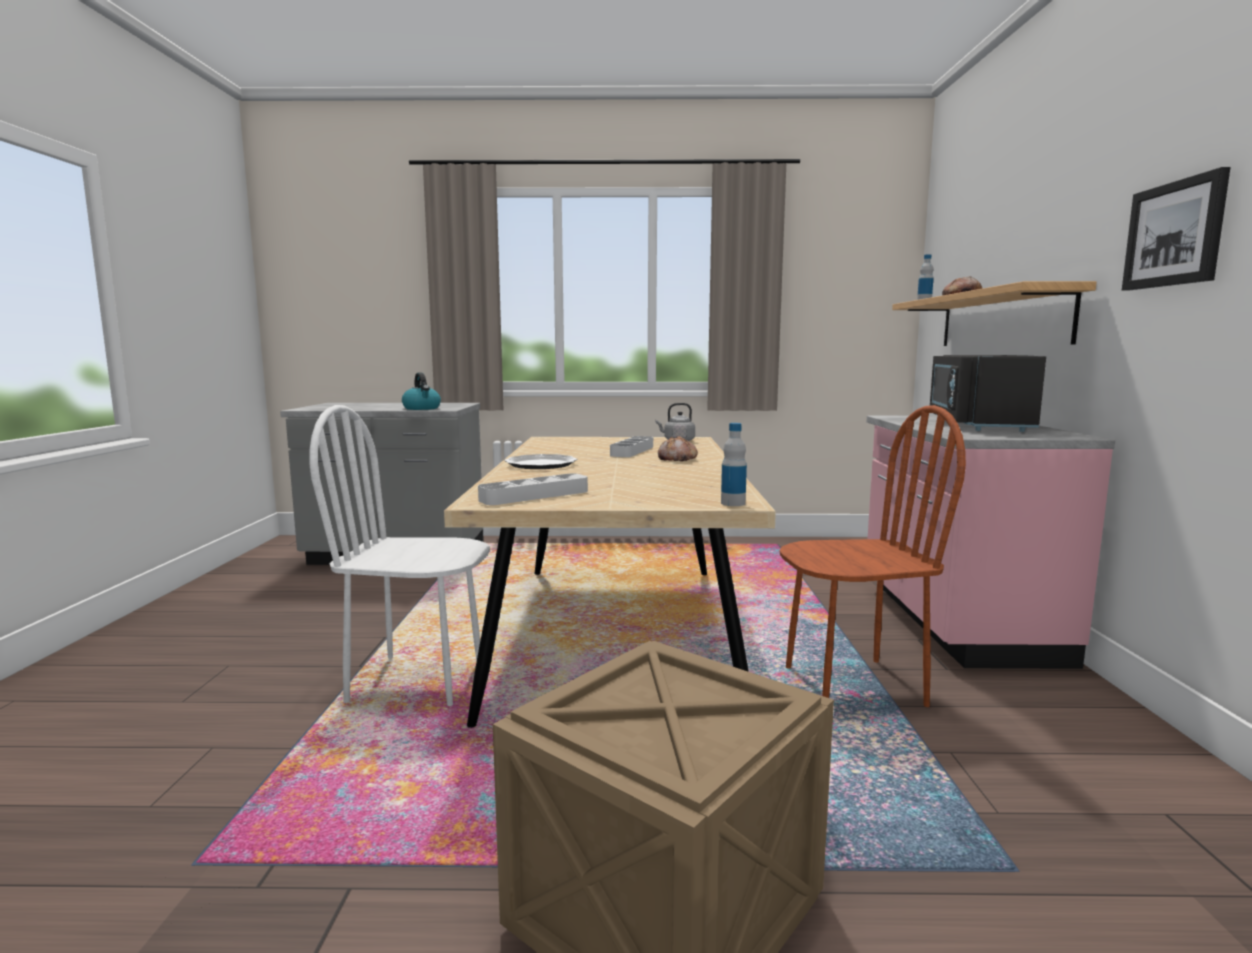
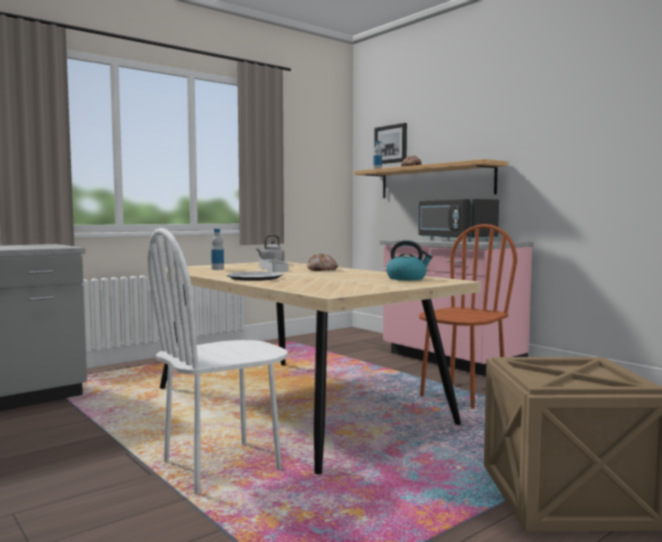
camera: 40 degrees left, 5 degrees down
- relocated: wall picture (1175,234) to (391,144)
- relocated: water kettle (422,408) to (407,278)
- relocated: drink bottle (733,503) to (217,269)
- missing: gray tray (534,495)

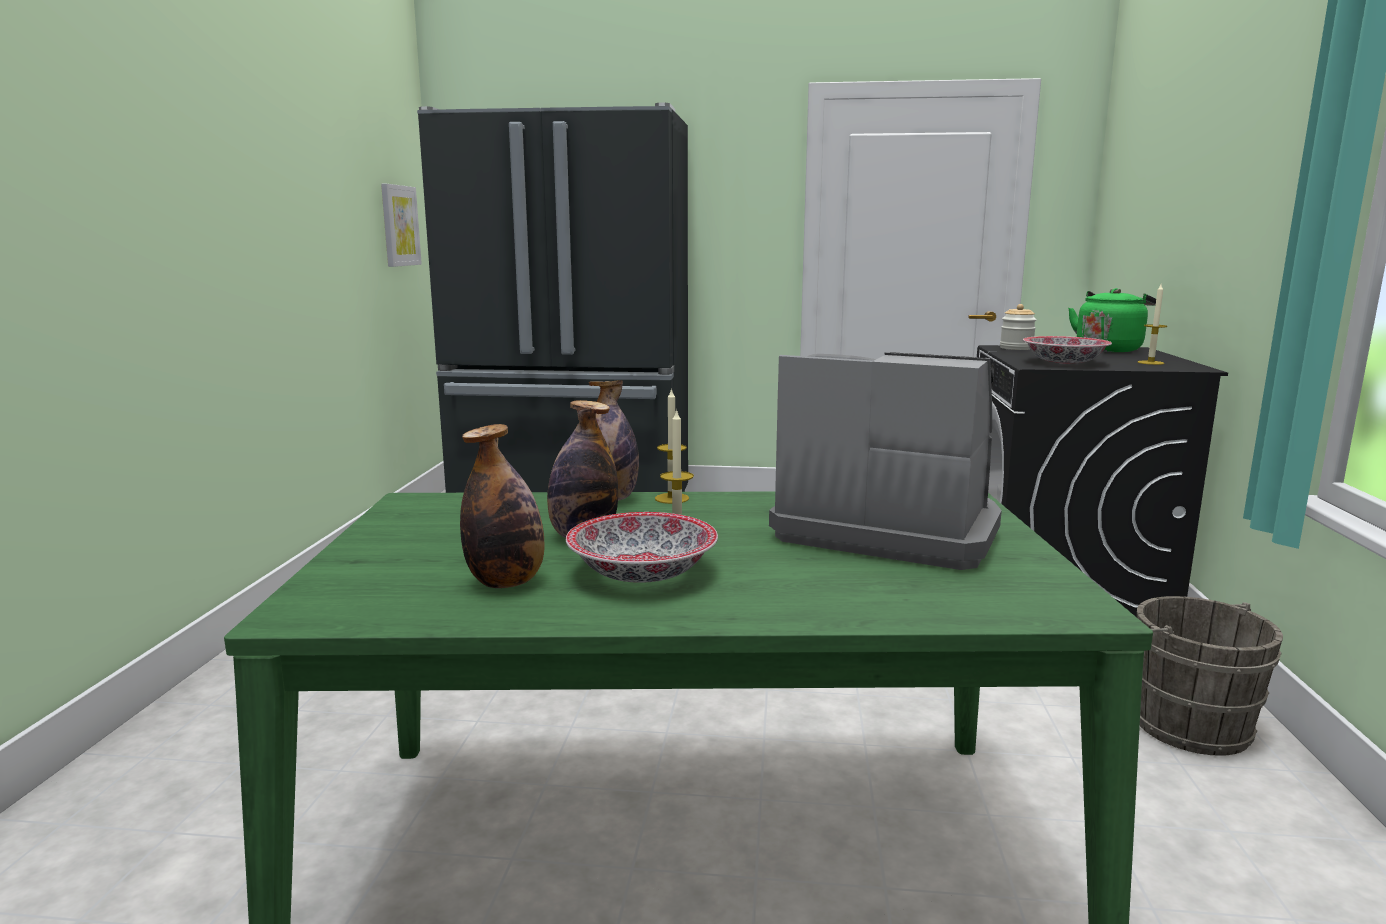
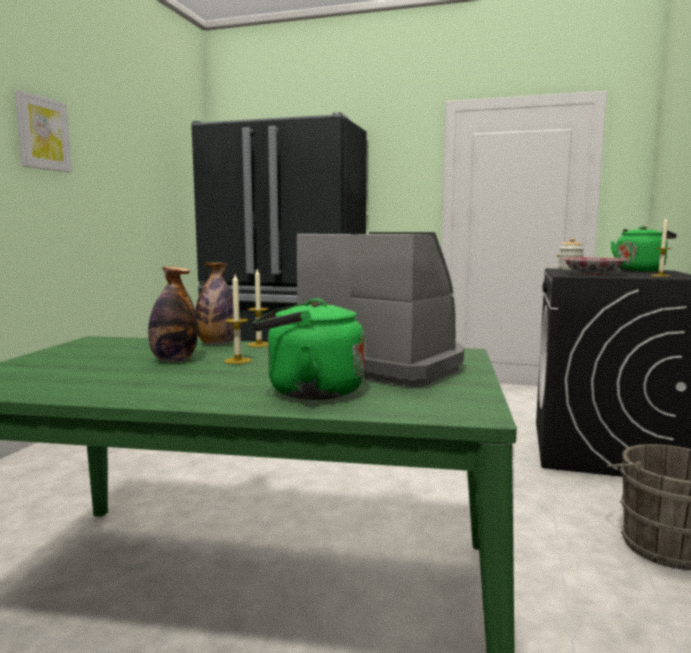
camera: 10 degrees right, 5 degrees down
- relocated: wall picture (399,226) to (42,133)
- missing: drink bottle (506,582)
- missing: bowl (641,573)
- appeared: green water kettle (309,391)

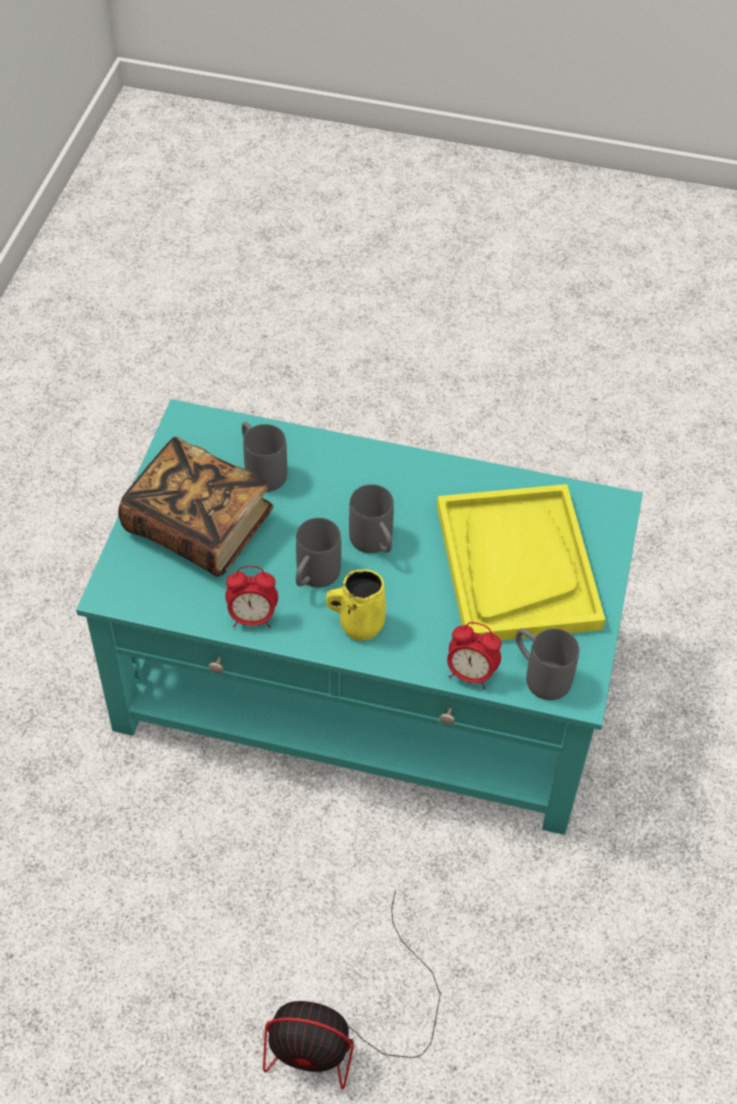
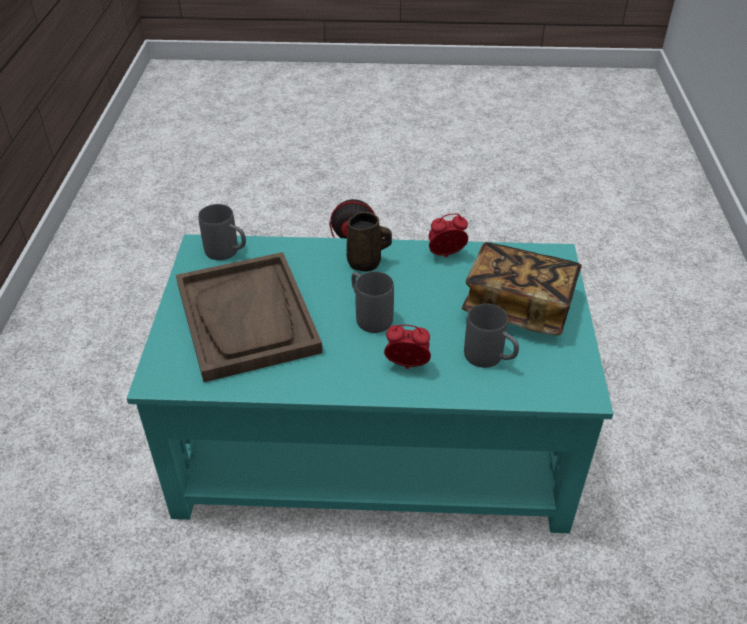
camera: 170 degrees right, 10 degrees down
- colour: yellowish tray (516,566) to brown tray (247,318)
- missing: gray mug (313,578)
- colour: yellowish mug (358,624) to brown mug (366,263)
- relocated: table clock (470,674) to (407,366)

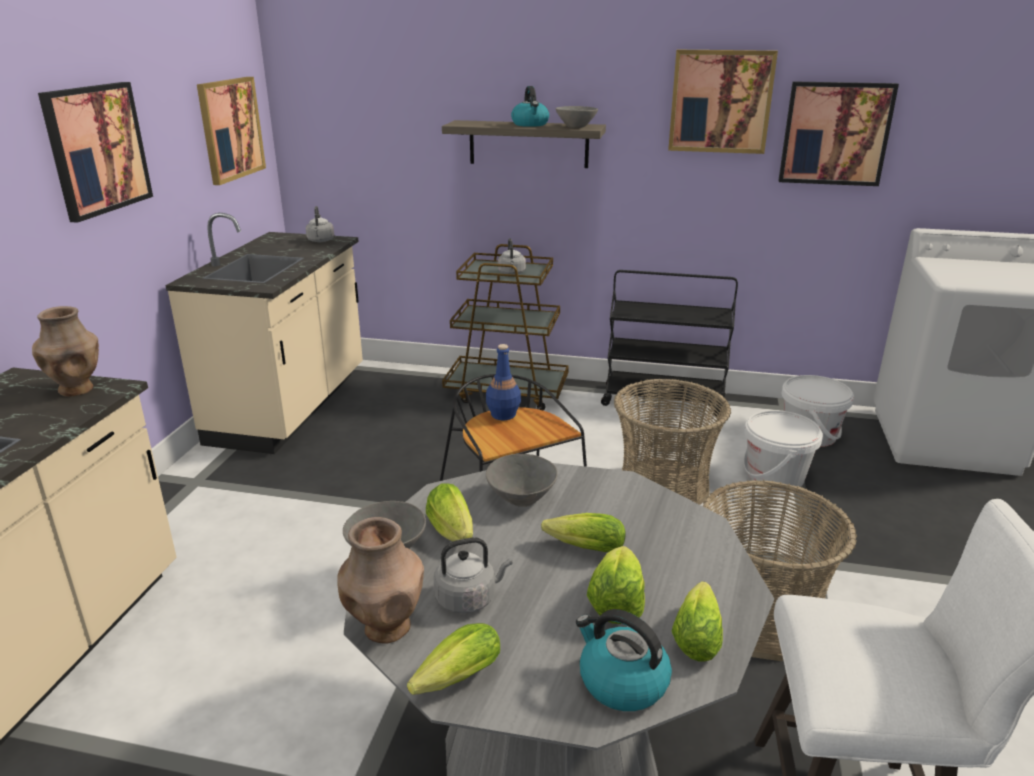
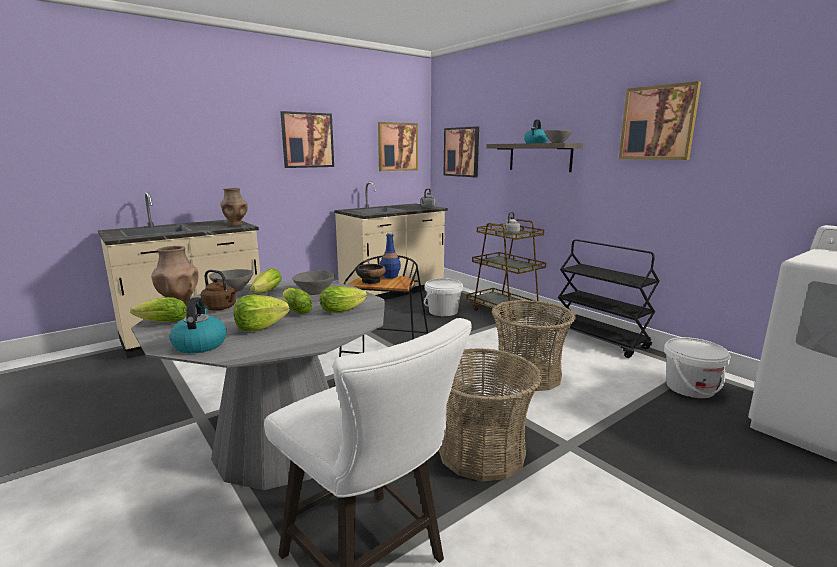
camera: 40 degrees right, 10 degrees down
- relocated: wall picture (835,133) to (461,152)
- relocated: white pail (775,476) to (443,311)
- colour: gray water kettle (469,598) to brown water kettle (221,308)
- relocated: lettuce (698,635) to (345,309)
- appeared: bowl (371,281)

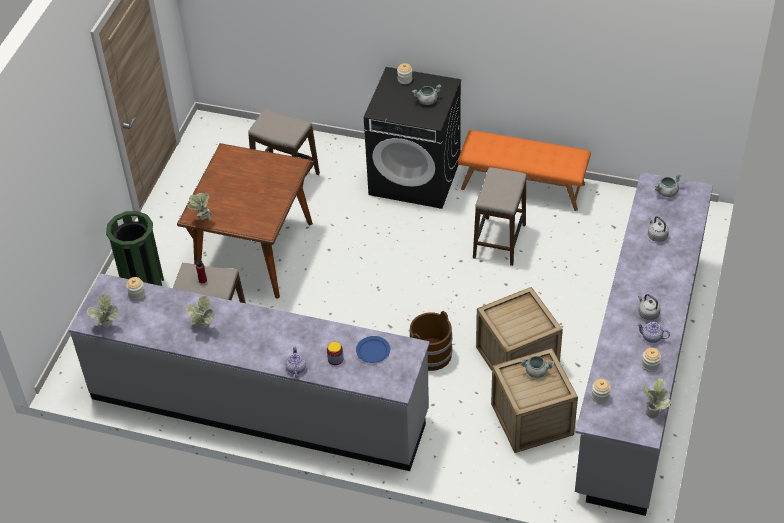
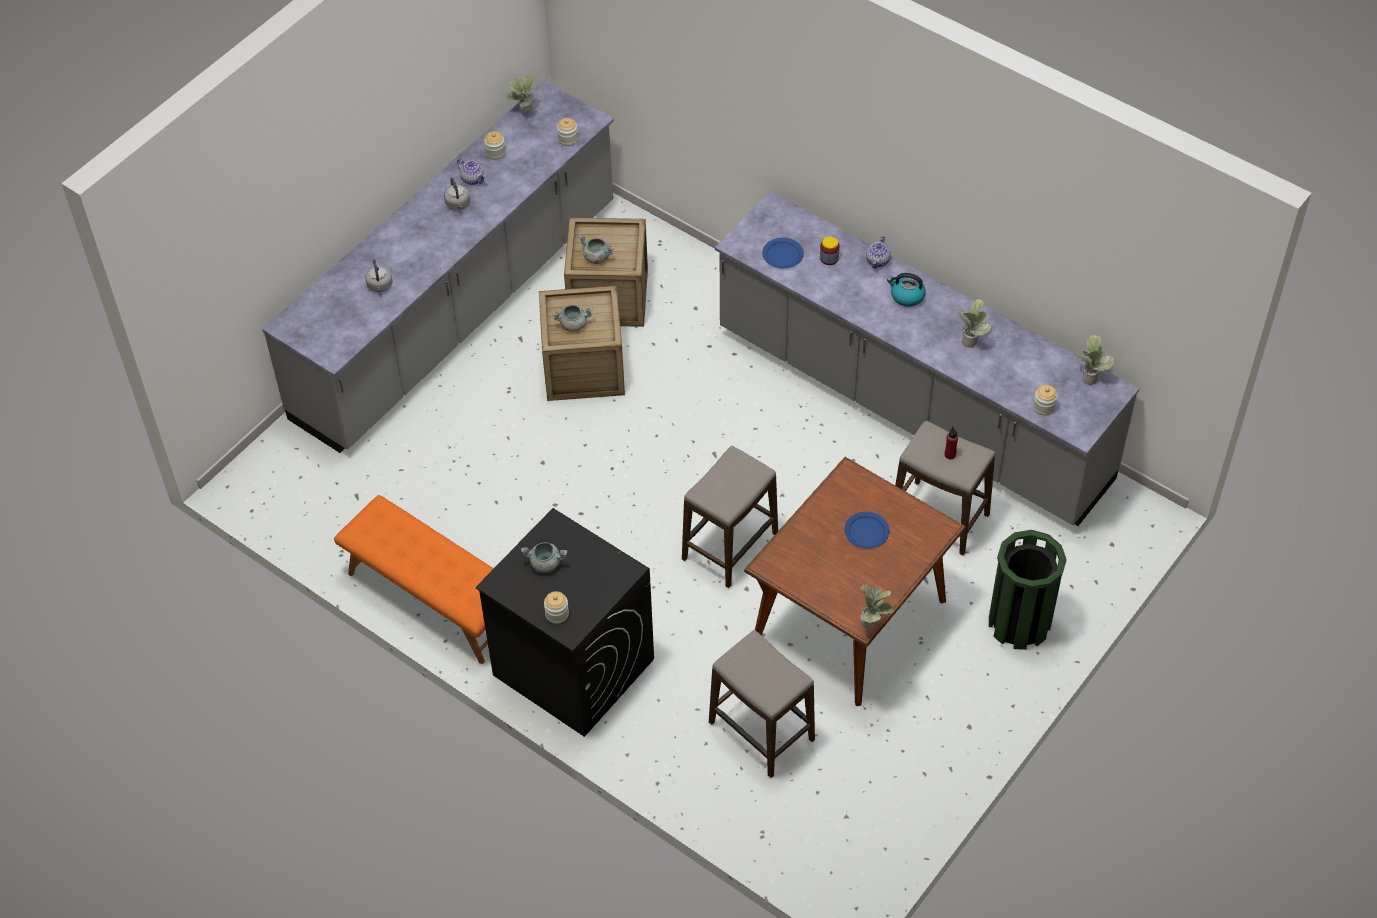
camera: 160 degrees left, 5 degrees up
- relocated: stool (499,241) to (729,546)
- relocated: gray cooking pot (666,192) to (573,324)
- relocated: plant in a pot (203,219) to (873,622)
- missing: brown pail (431,354)
- appeared: water kettle (906,296)
- appeared: bluish dinner plate (866,532)

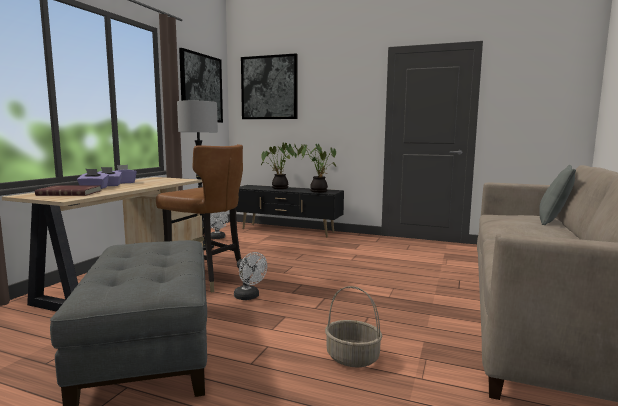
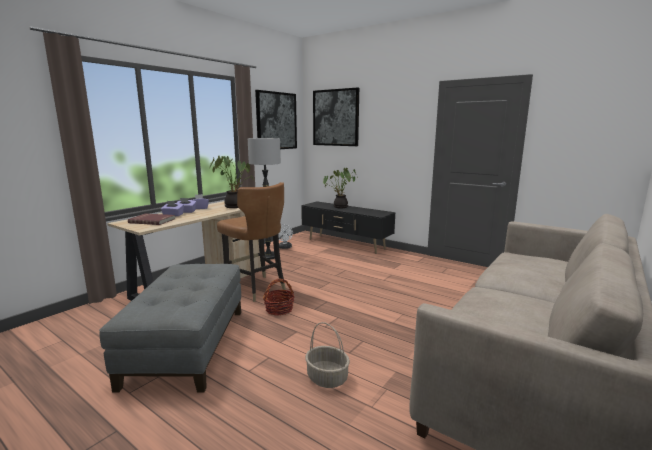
camera: 15 degrees right, 5 degrees up
- relocated: plant in a pot (318,191) to (234,206)
- missing: gray cushion (553,221)
- exchanged: white fan (249,297) to household basket (279,309)

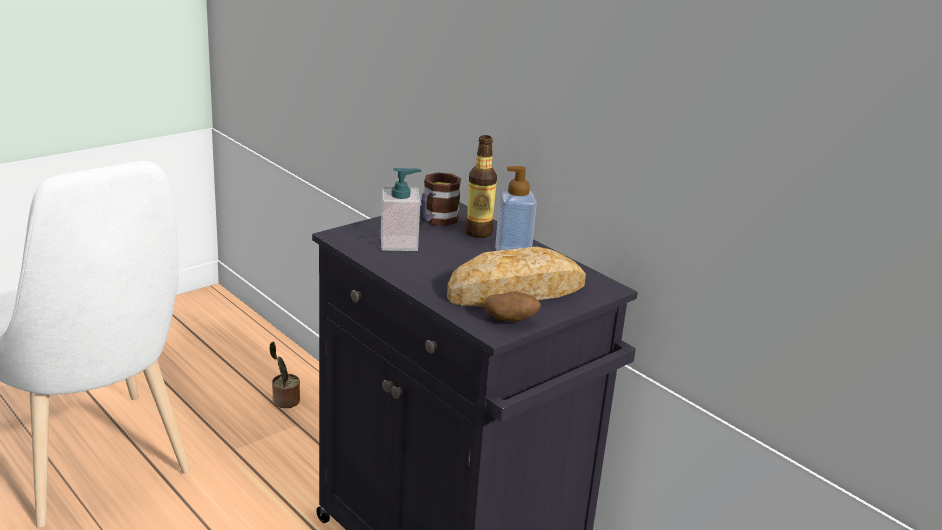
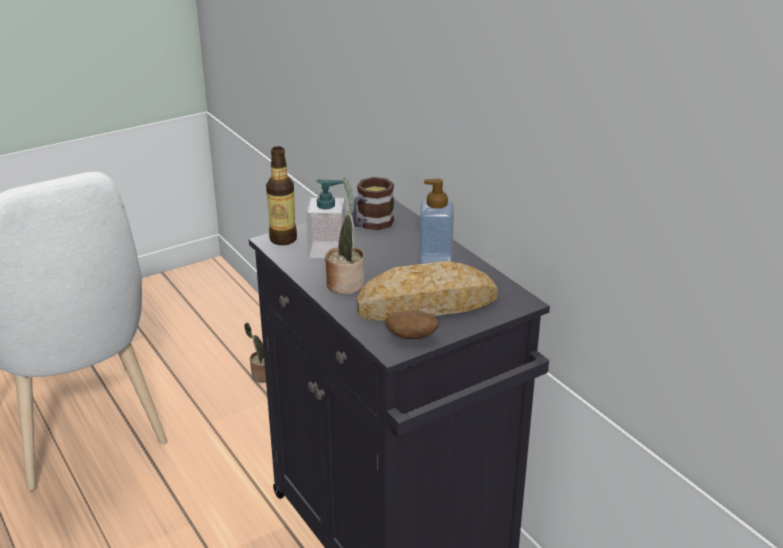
camera: 10 degrees right, 5 degrees up
- relocated: drink bottle (478,232) to (283,239)
- appeared: plant in a pot (346,283)

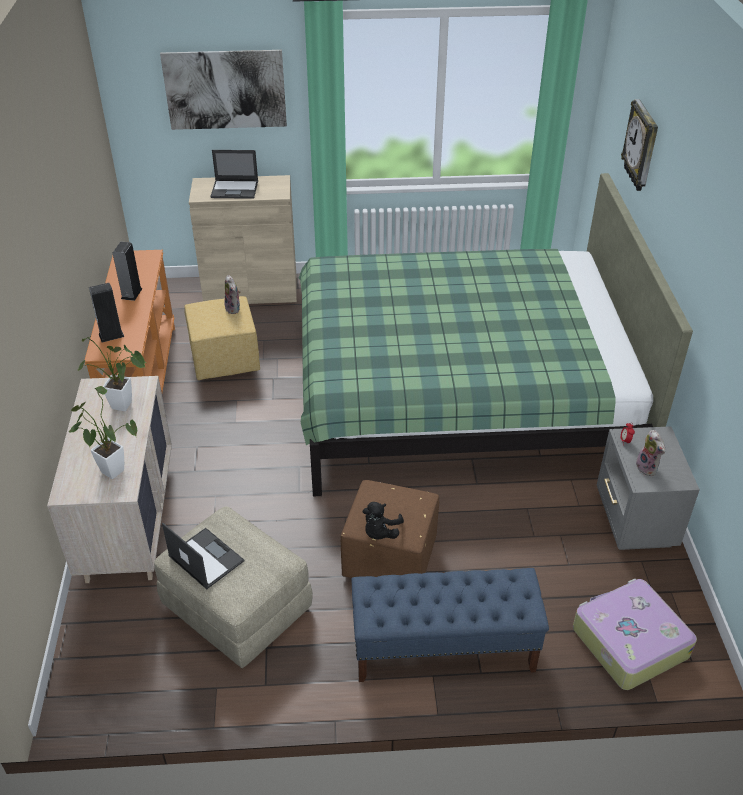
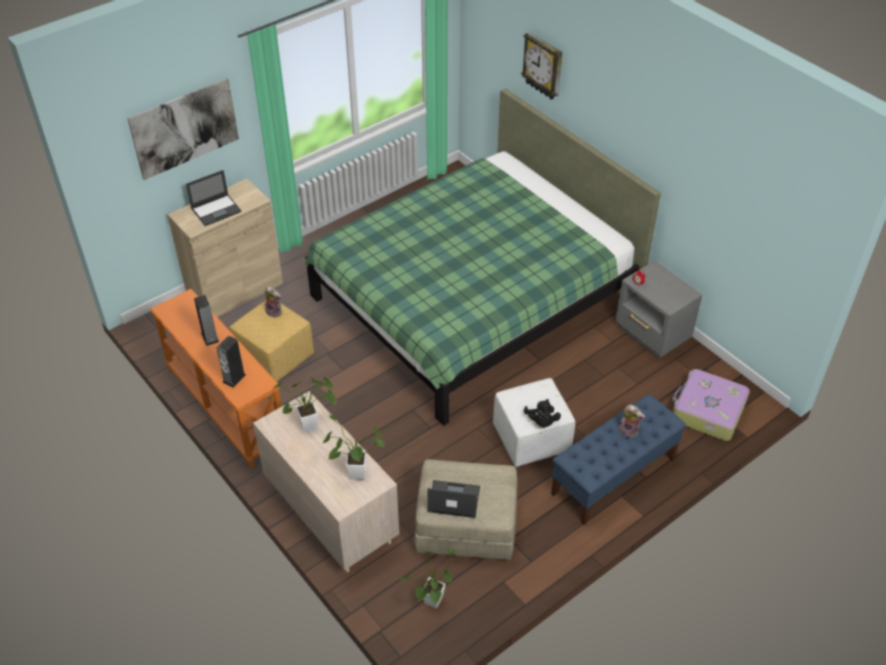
camera: 35 degrees left, 5 degrees up
- relocated: soft toy (648,468) to (629,430)
- colour: brown ottoman (389,559) to white ottoman (531,440)
- appeared: plant in a pot (431,604)

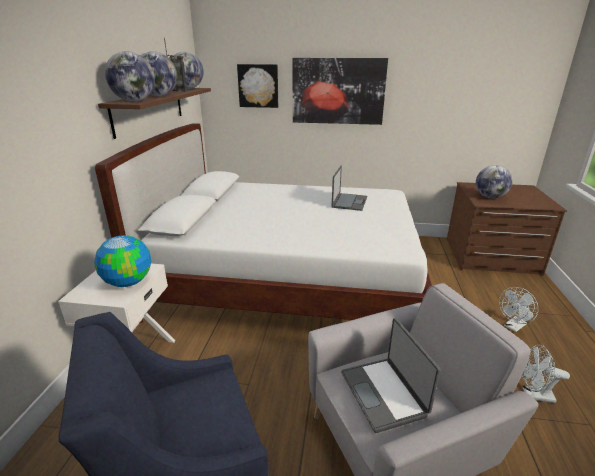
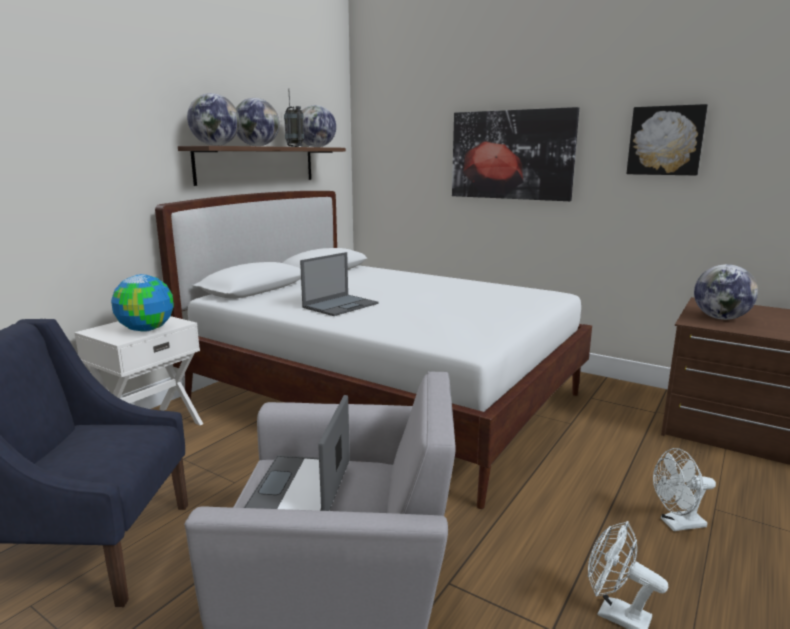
camera: 25 degrees right, 10 degrees down
- relocated: wall picture (258,86) to (666,140)
- relocated: laptop (349,202) to (341,305)

